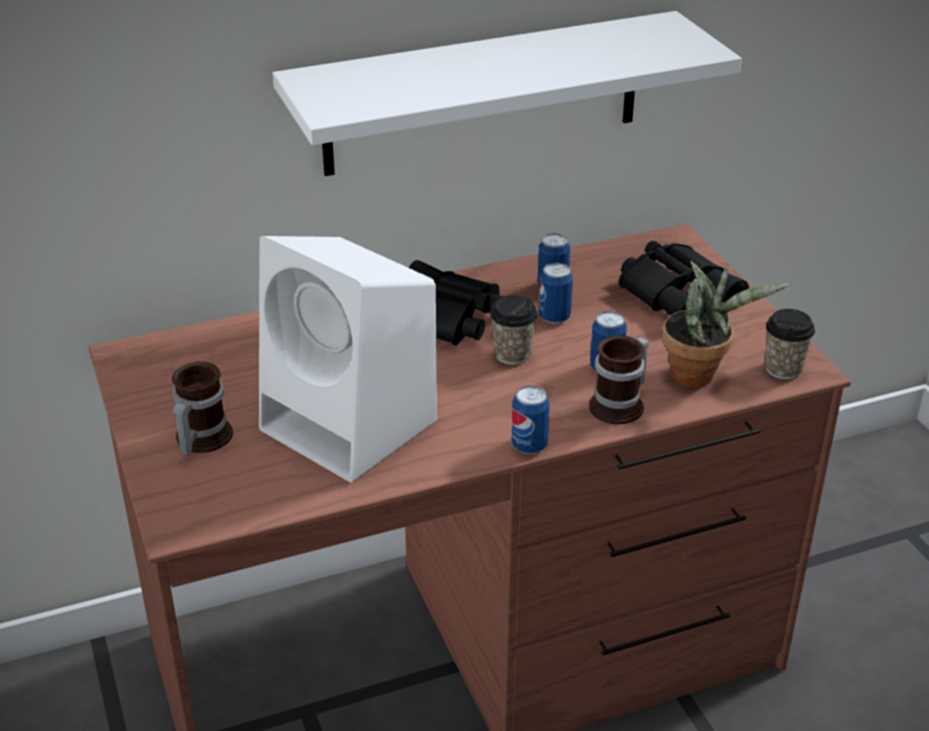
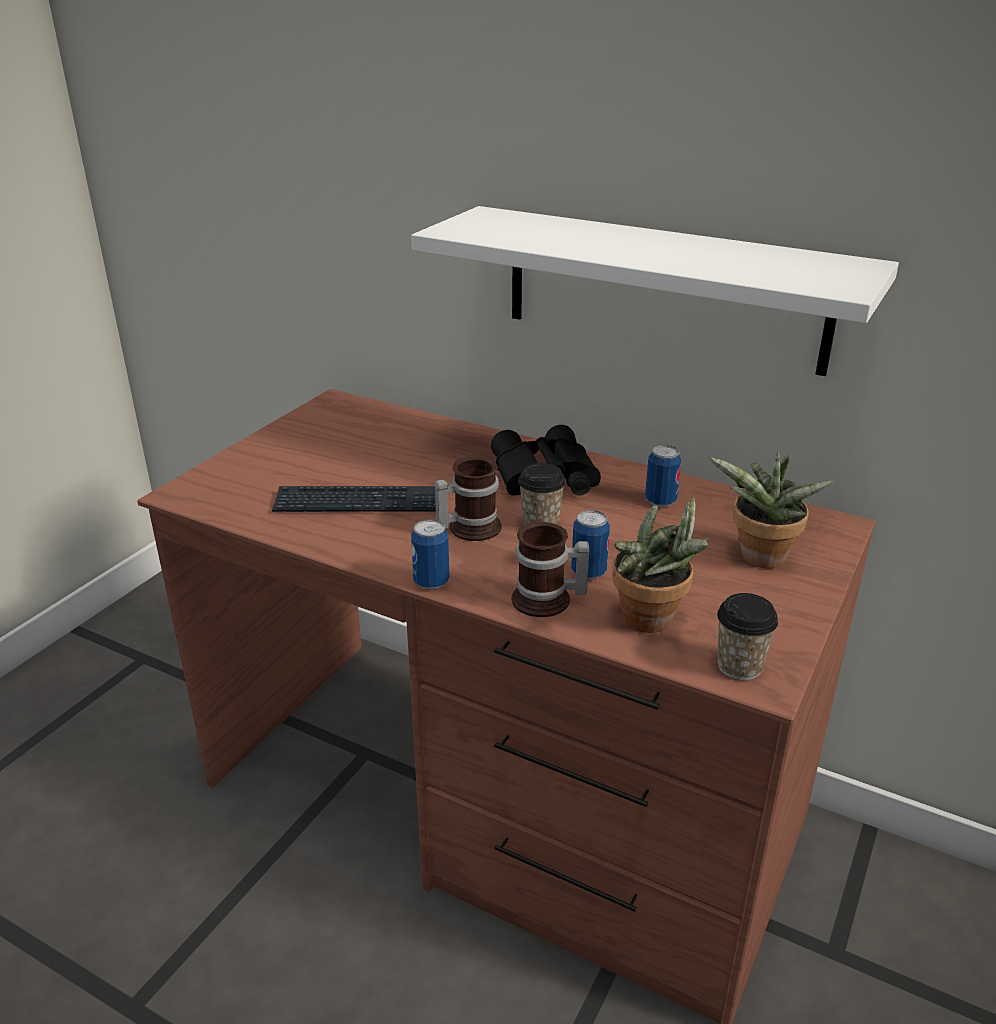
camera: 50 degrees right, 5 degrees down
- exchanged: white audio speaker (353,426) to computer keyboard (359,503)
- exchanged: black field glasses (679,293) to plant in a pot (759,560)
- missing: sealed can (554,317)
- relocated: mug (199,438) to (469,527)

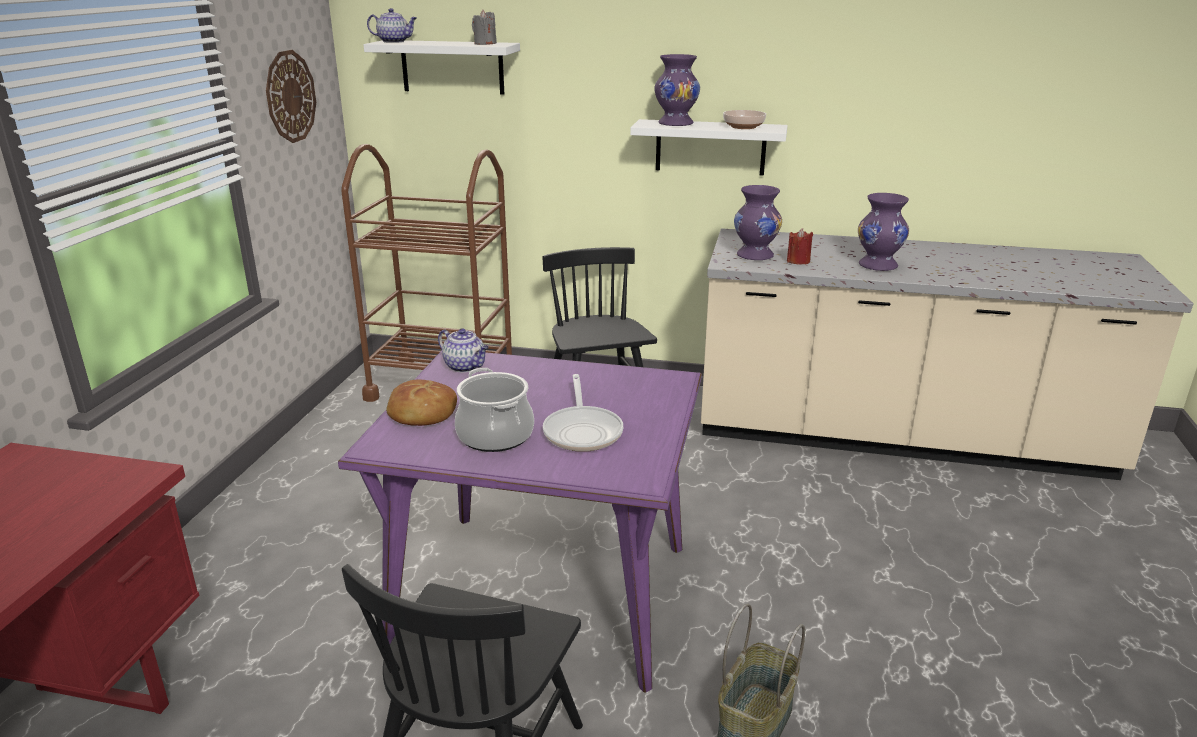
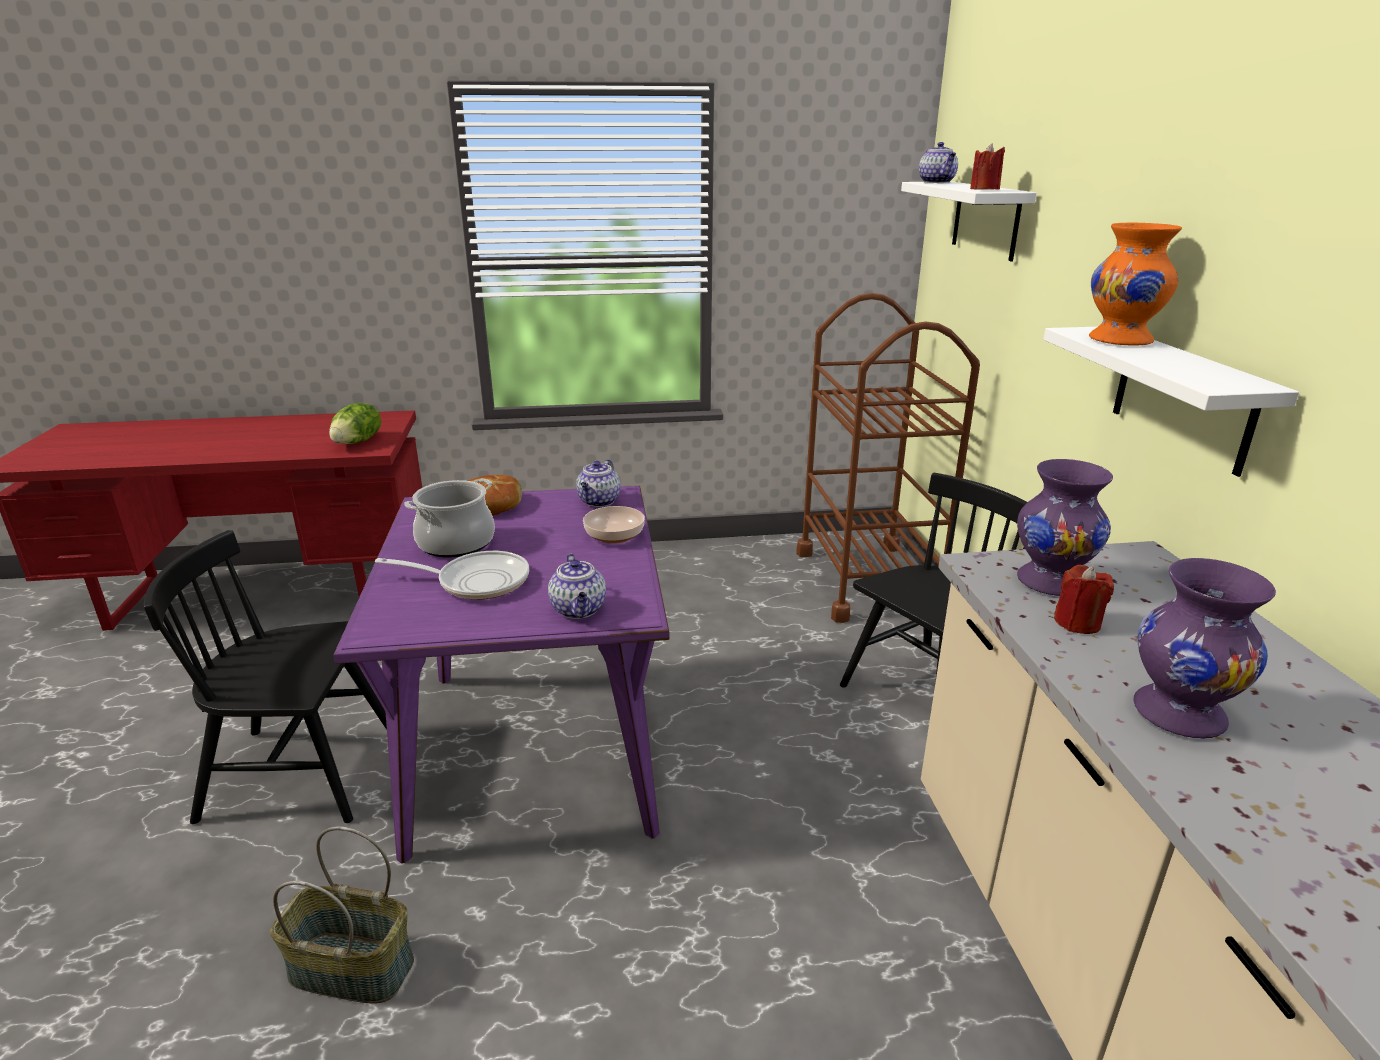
camera: 70 degrees right, 0 degrees up
- colour: gray candle (485,44) to red candle (984,189)
- missing: wall clock (290,96)
- colour: purplish flower vase (676,124) to orange-coloured flower vase (1121,340)
- relocated: bowl (743,127) to (614,535)
- spun: frying pan (583,431) = (476,581) 150 degrees counterclockwise
- appeared: lettuce (358,442)
- appeared: teapot (579,610)

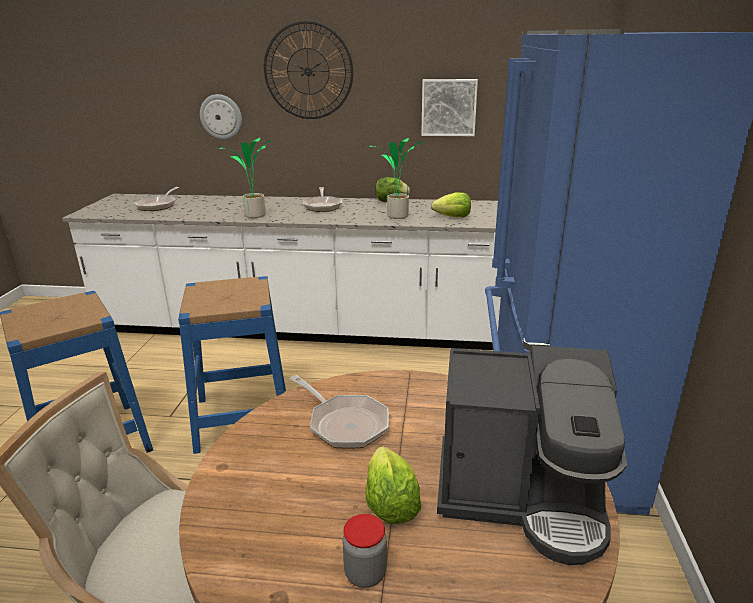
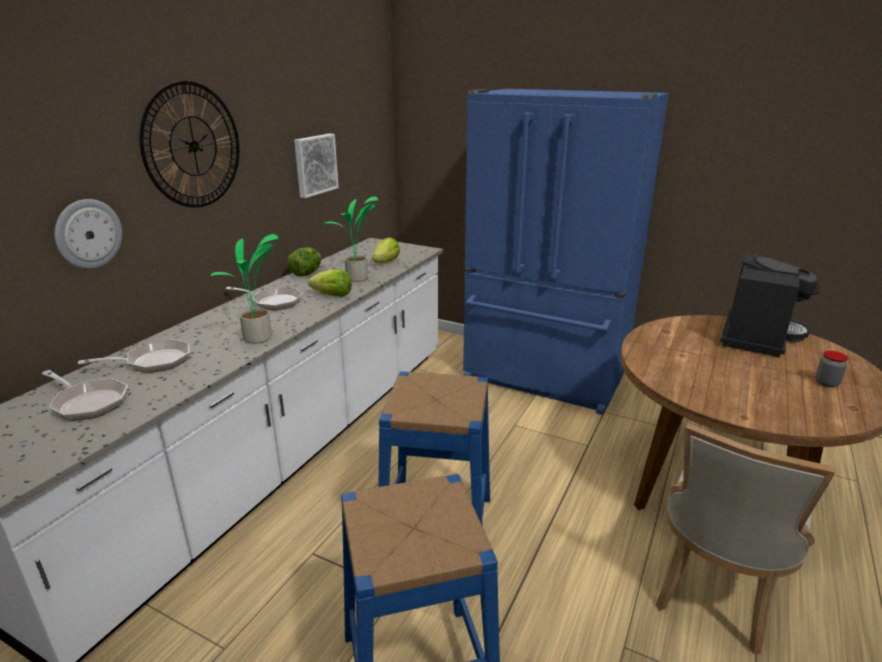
camera: 70 degrees left, 0 degrees up
- relocated: frying pan (344,423) to (153,362)
- relocated: lettuce (390,503) to (332,295)

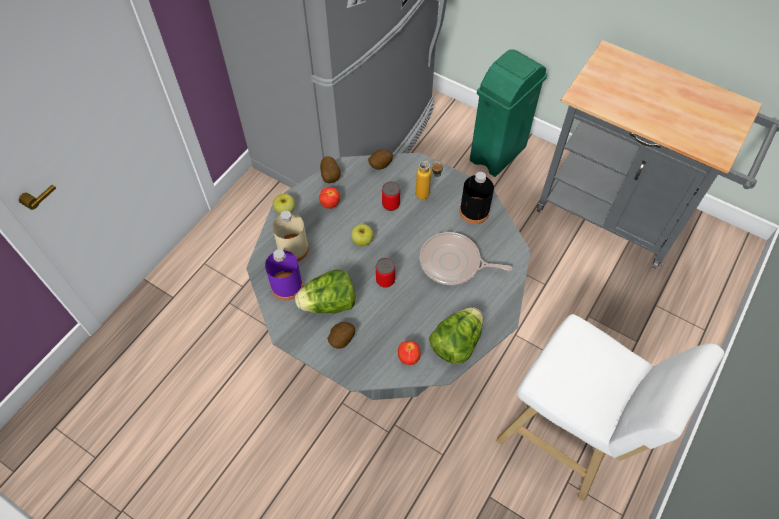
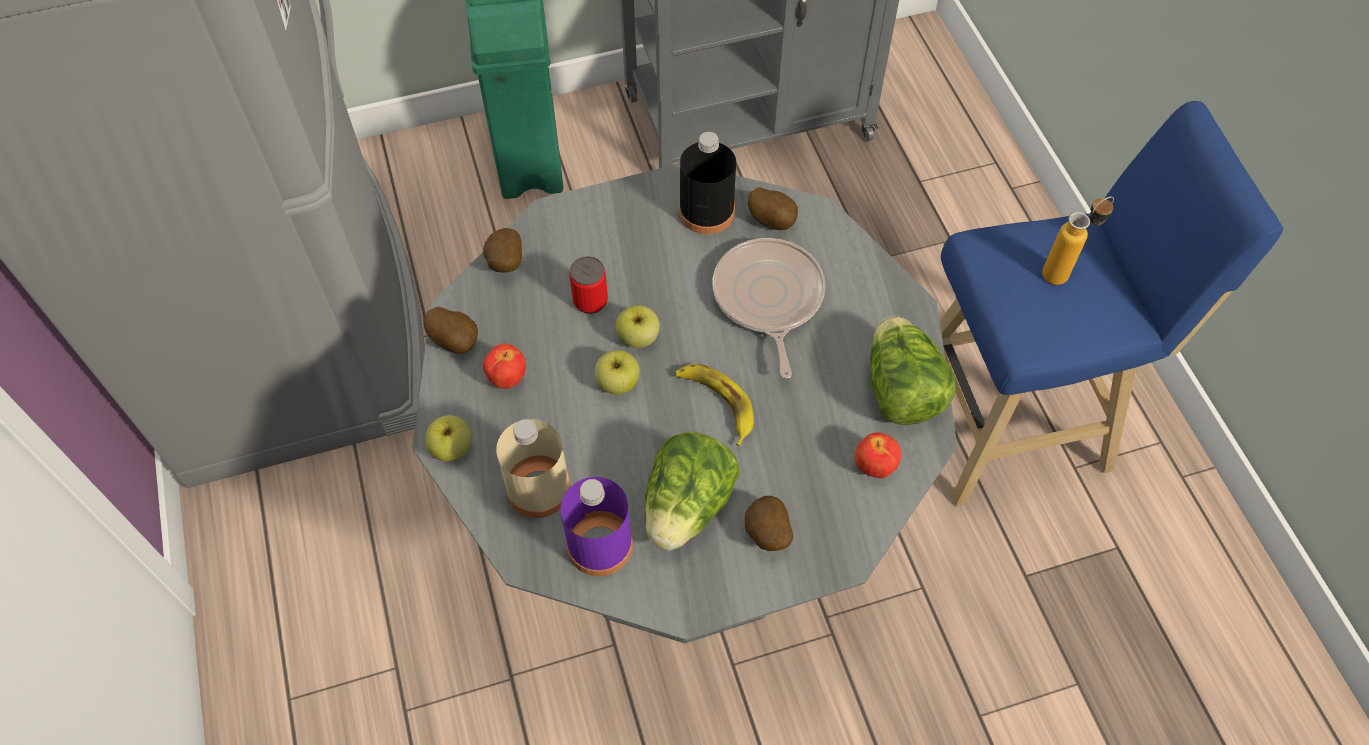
camera: 50 degrees left, 0 degrees up
- relocated: drink bottle (428,196) to (1063,271)
- spun: frying pan (453,263) = (768,299) 120 degrees clockwise
- exchanged: sealed can (385,280) to banana (716,402)
- colour: white stool (567,437) to bluish stool (1015,418)
- appeared: spud (772,220)
- appeared: apple fruit (638,338)

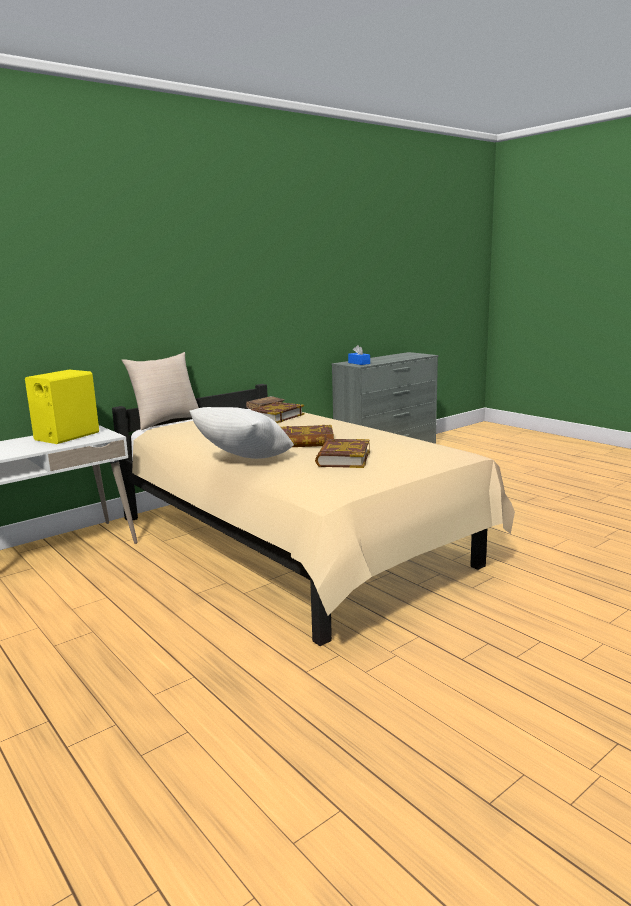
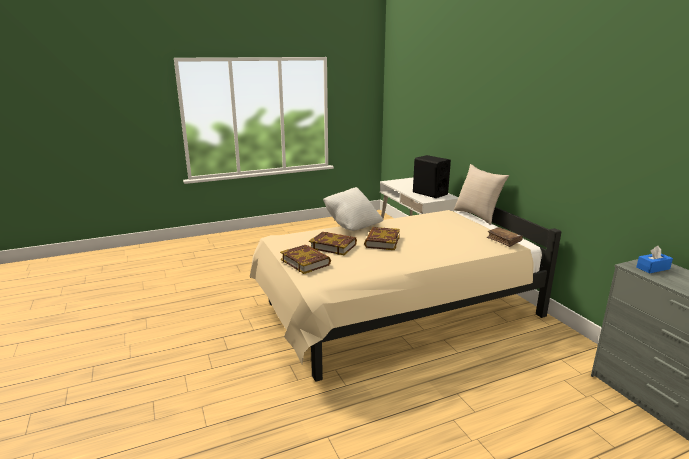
camera: 105 degrees right, 5 degrees up
- colour: yellowish audio speaker (67,436) to black audio speaker (429,193)
- relocated: volume (276,417) to (305,262)

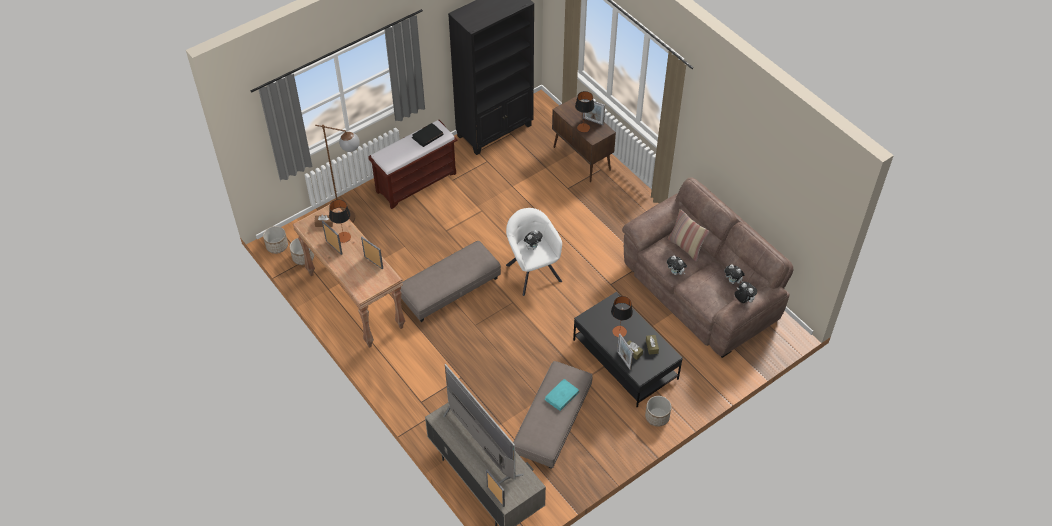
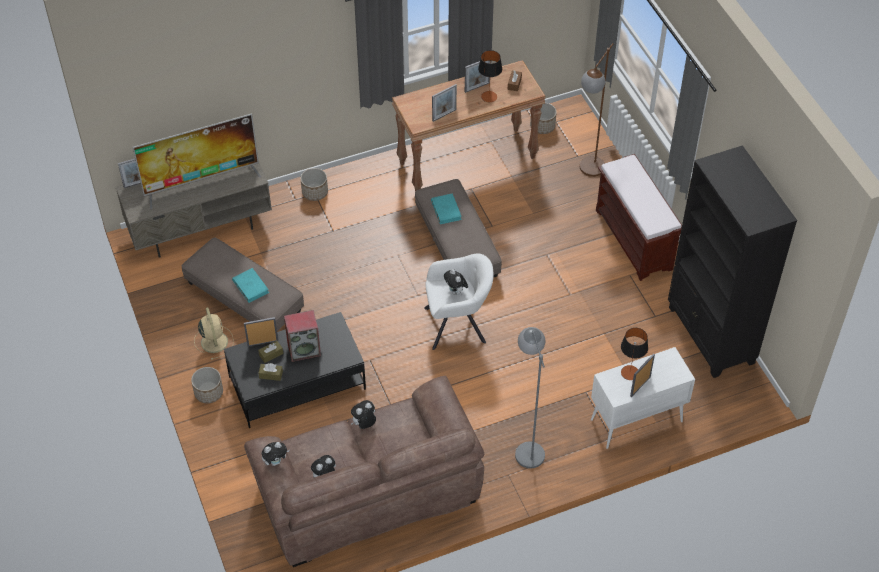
camera: 105 degrees right, 0 degrees up
- colour: brown cabinet (582,159) to white cabinet (635,421)
- missing: black volume (427,136)
- missing: cushion (686,247)
- relocated: flower pot (277,246) to (315,192)
- exchanged: tabletop lamp (619,331) to audio speaker (304,349)
- appeared: turquoise volume (446,210)
- appeared: sand-coloured fan (214,341)
- appeared: gray floor lamp (527,446)

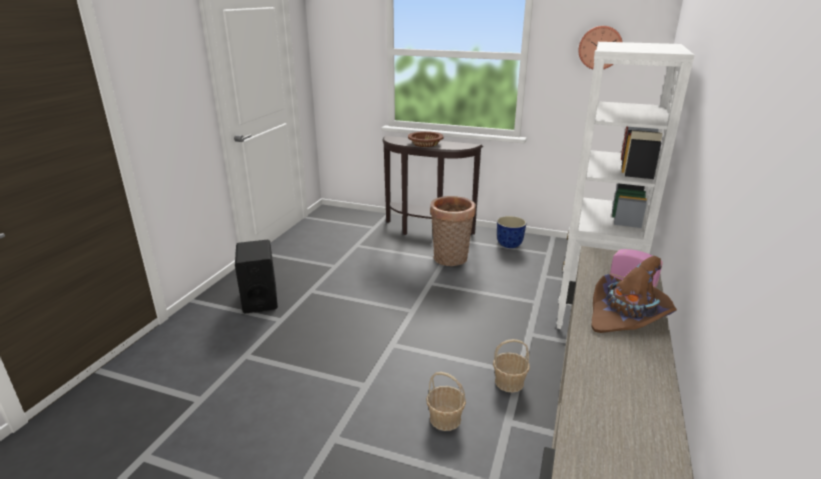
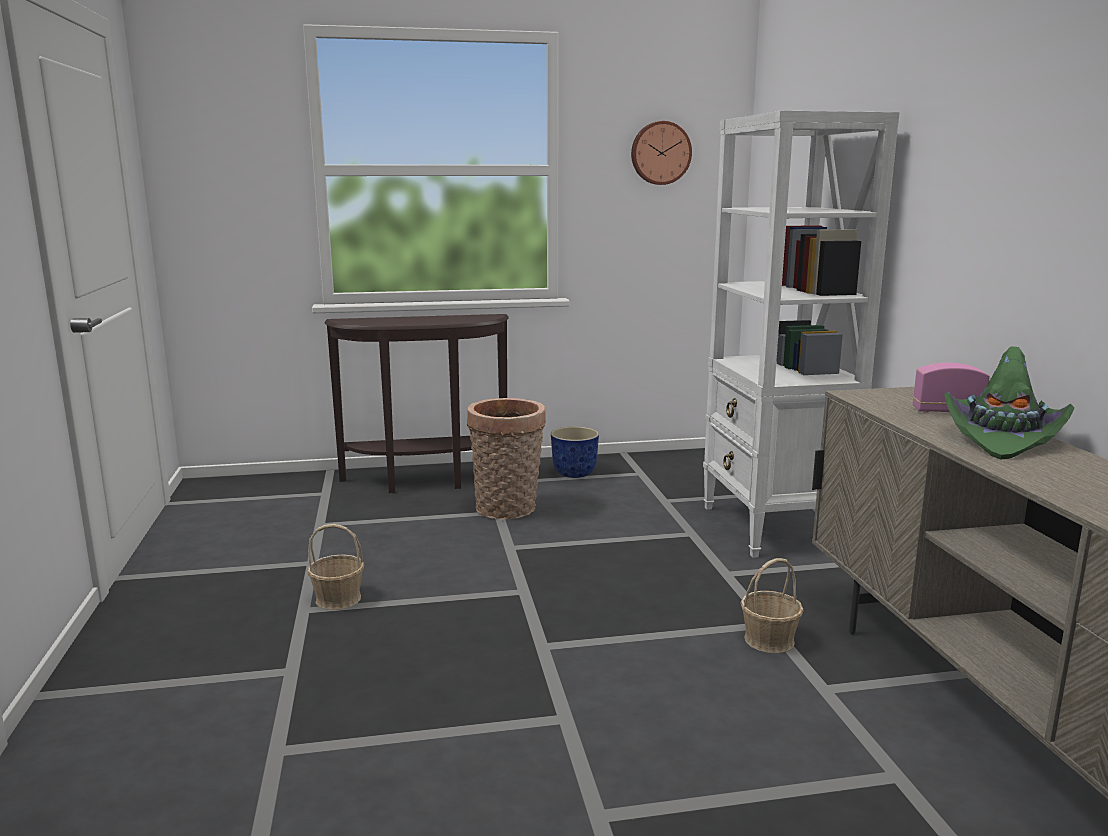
camera: 30 degrees left, 10 degrees down
- missing: brown bowl (425,143)
- missing: black audio speaker (260,299)
- colour: brown clothing hat (627,316) to green clothing hat (1002,439)
- relocated: household basket (445,419) to (338,599)

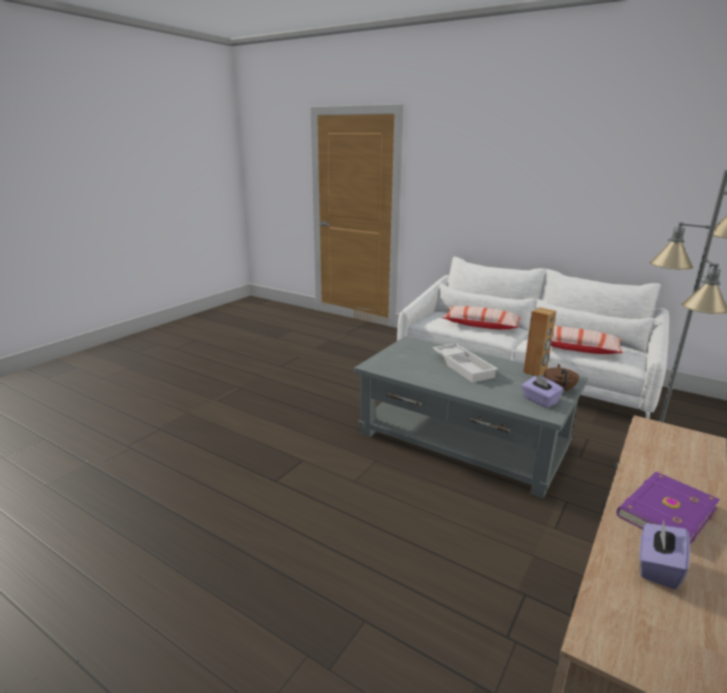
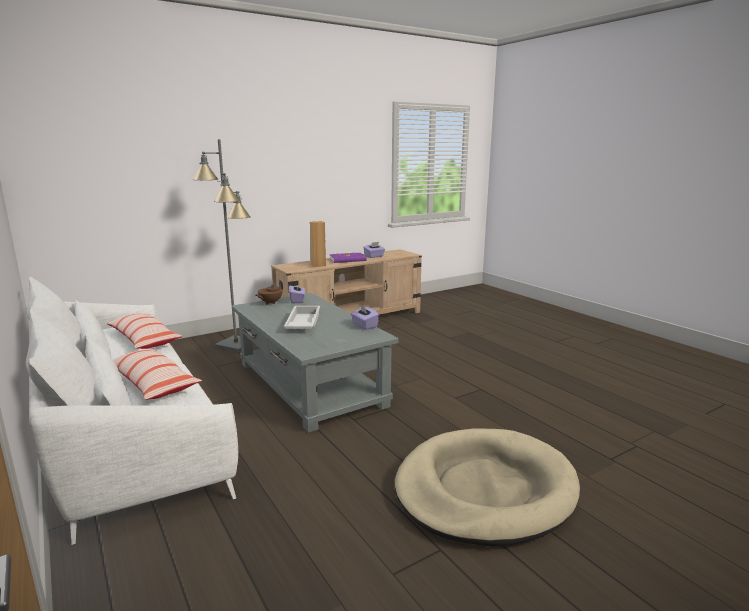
camera: 155 degrees left, 5 degrees down
- relocated: brown audio speaker (535,372) to (318,265)
- appeared: purplish box of tissues (364,326)
- appeared: sand-coloured pet bed (484,490)

